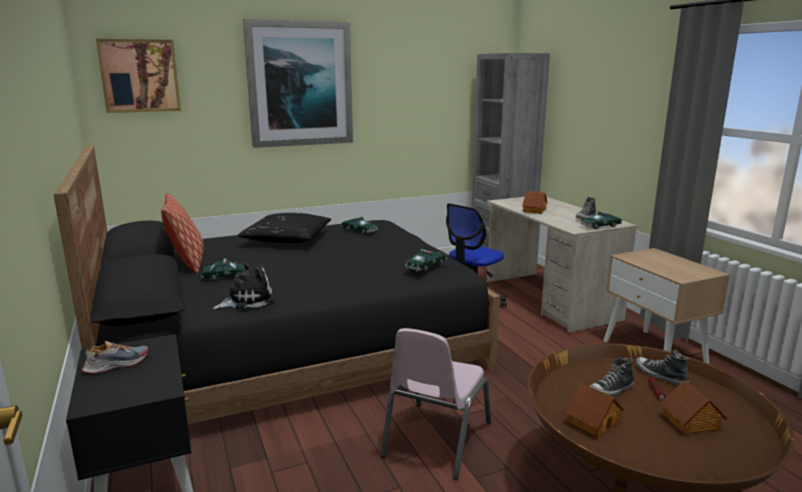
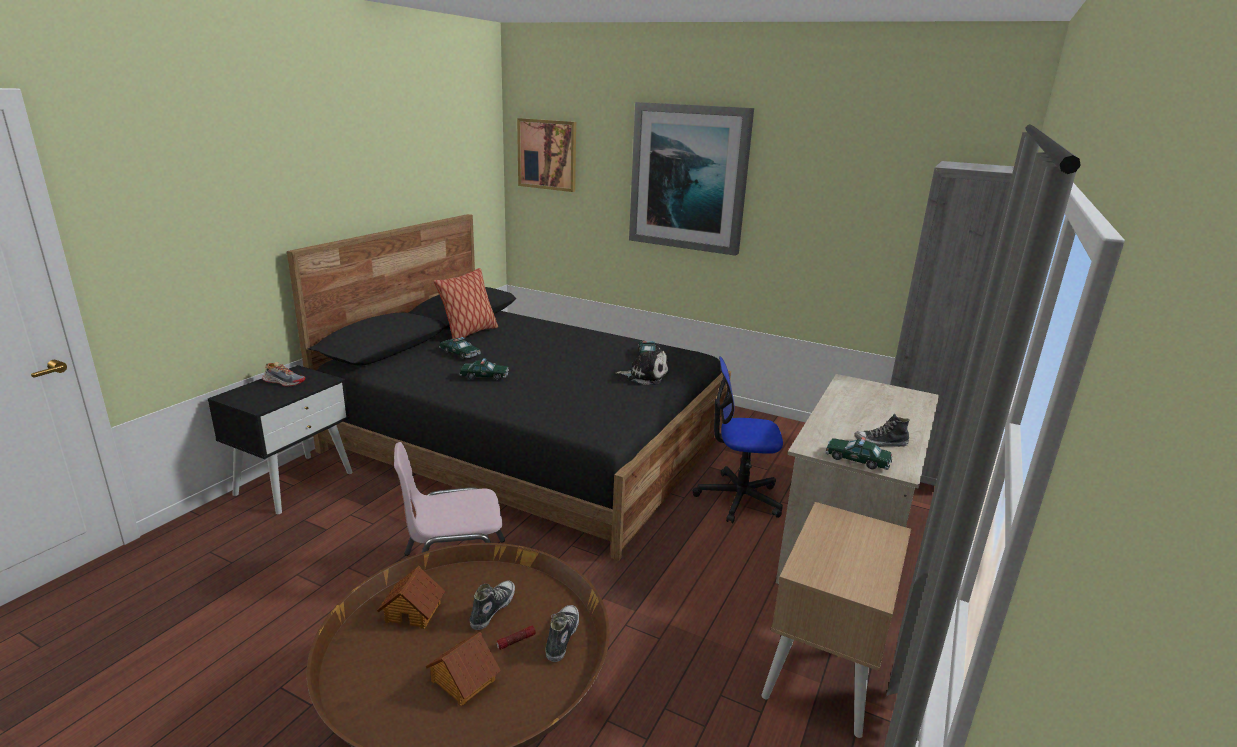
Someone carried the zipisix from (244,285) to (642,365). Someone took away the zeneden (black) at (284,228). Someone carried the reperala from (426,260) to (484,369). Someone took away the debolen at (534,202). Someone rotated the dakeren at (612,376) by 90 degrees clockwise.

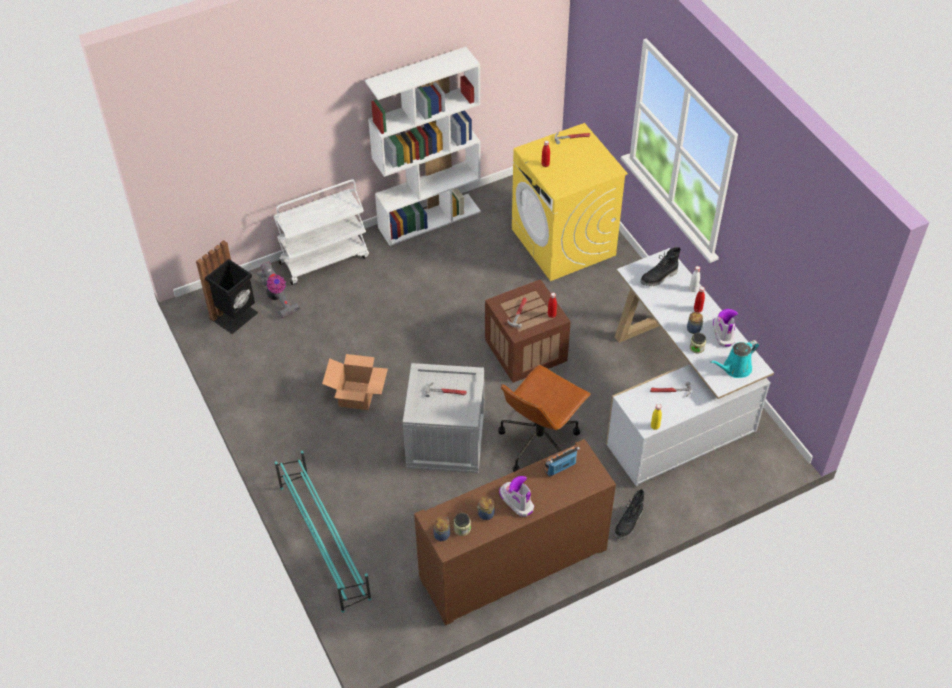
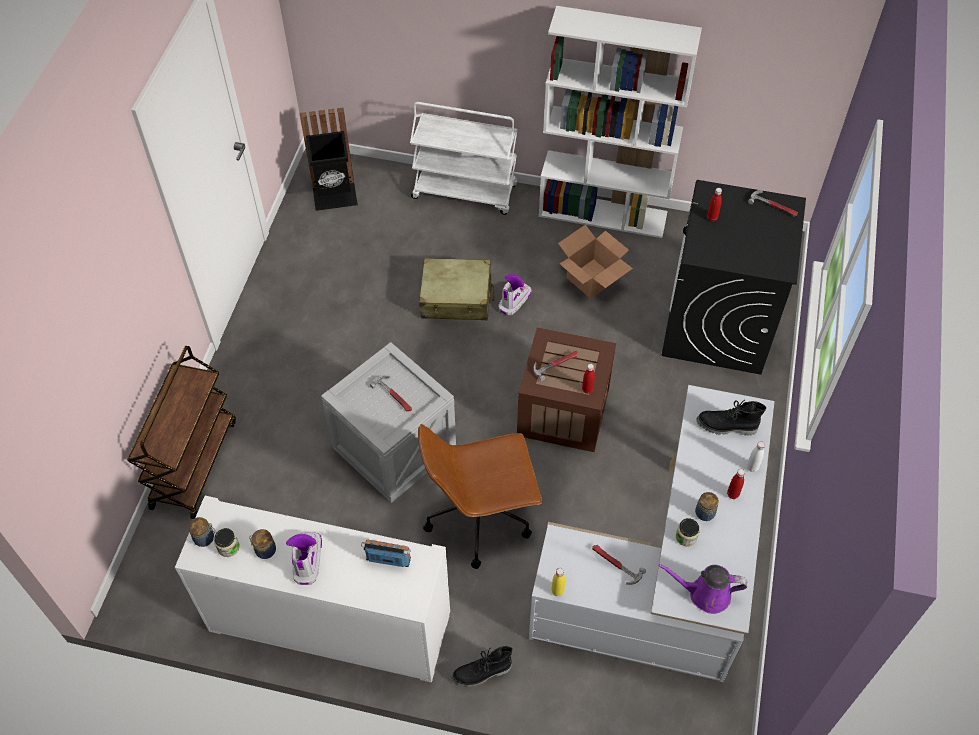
Someone took away the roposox at (278,290). Someone swapped the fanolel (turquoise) at (323,532) for the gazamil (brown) at (181,432). Someone carried the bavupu from (355,382) to (595,261). Someone repainted the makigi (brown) at (515,532), which became the makigi (white) at (312,589). Someone repainted the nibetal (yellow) at (570,202), which became the nibetal (black) at (734,277). Someone repainted the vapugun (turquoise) at (734,359), which became the vapugun (purple) at (702,589). Someone carried the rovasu from (725,328) to (515,294). Someone put down the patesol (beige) at (457,289).

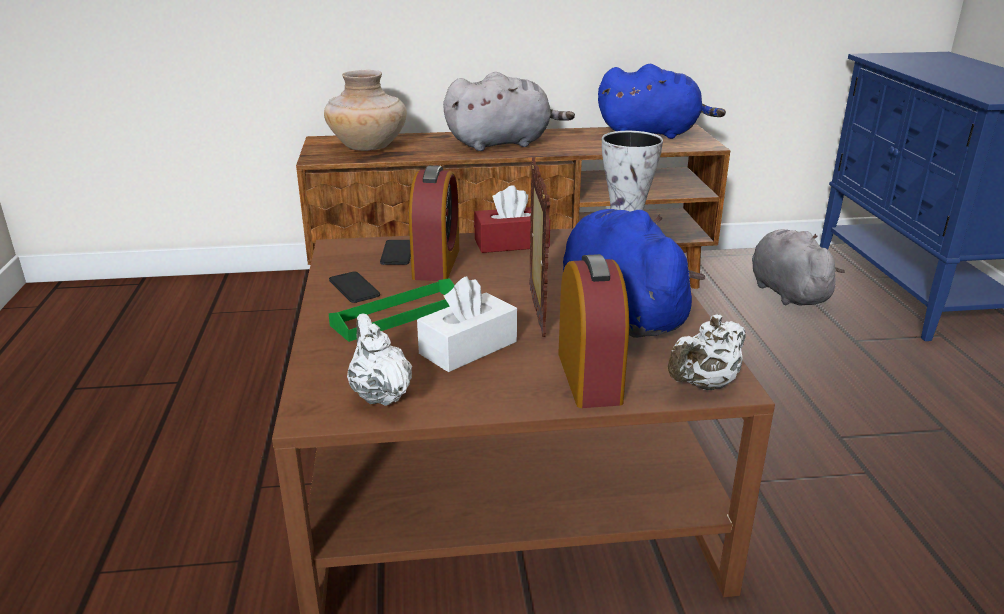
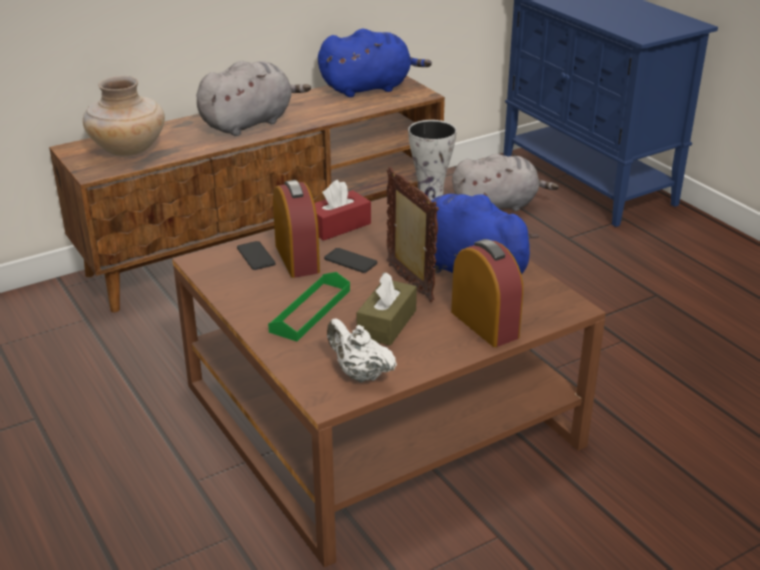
Someone carried the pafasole from (354,287) to (350,260). Someone repainted the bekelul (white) at (467,324), which became the bekelul (brown) at (387,309). Someone took away the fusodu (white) at (707,352). Someone rotated the zipisix (grey) at (798,267) by 120 degrees clockwise.

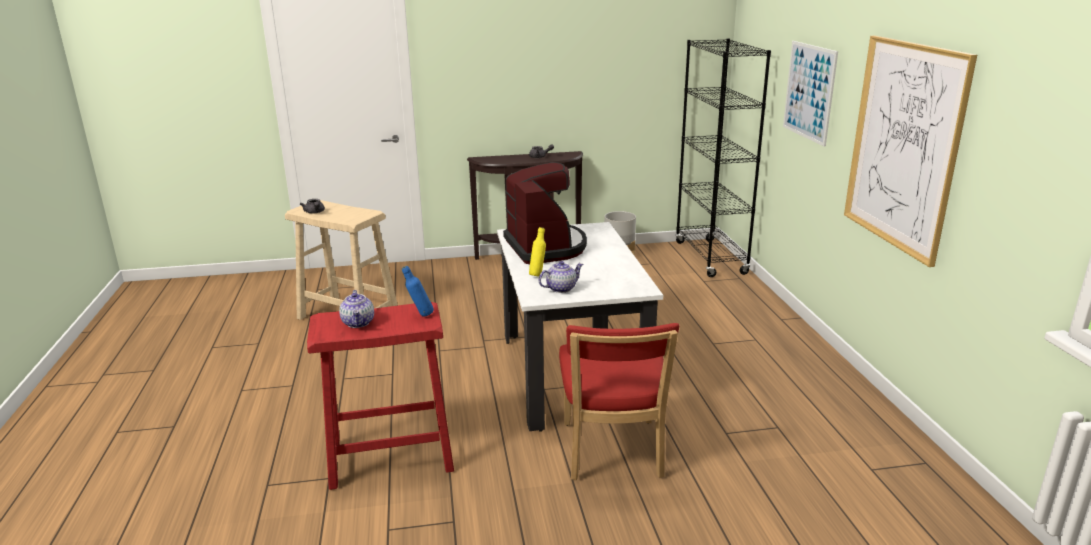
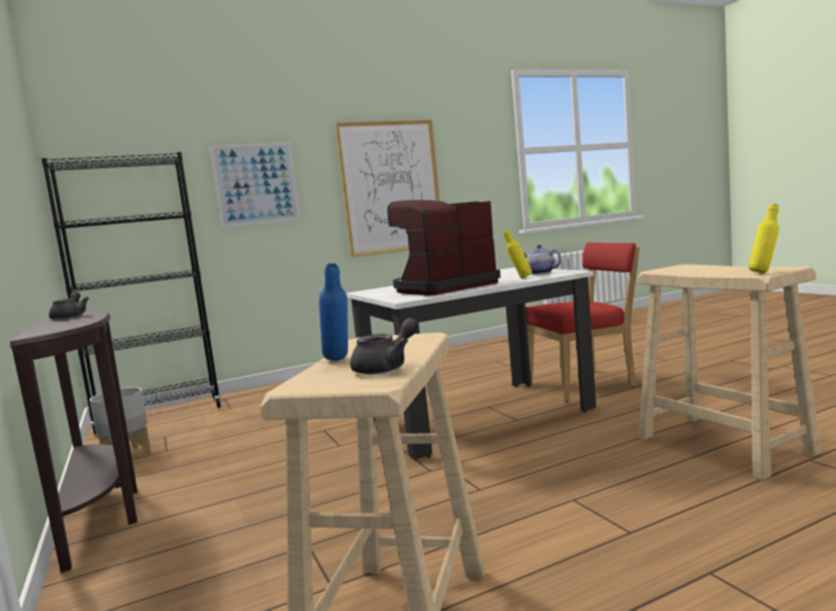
Someone repainted the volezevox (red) at (380,396), which became the volezevox (beige) at (729,372). Someone took away the fusodu at (356,309). Someone carried the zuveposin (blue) from (418,291) to (333,312). Someone put down the zuveposin (yellow) at (763,238).

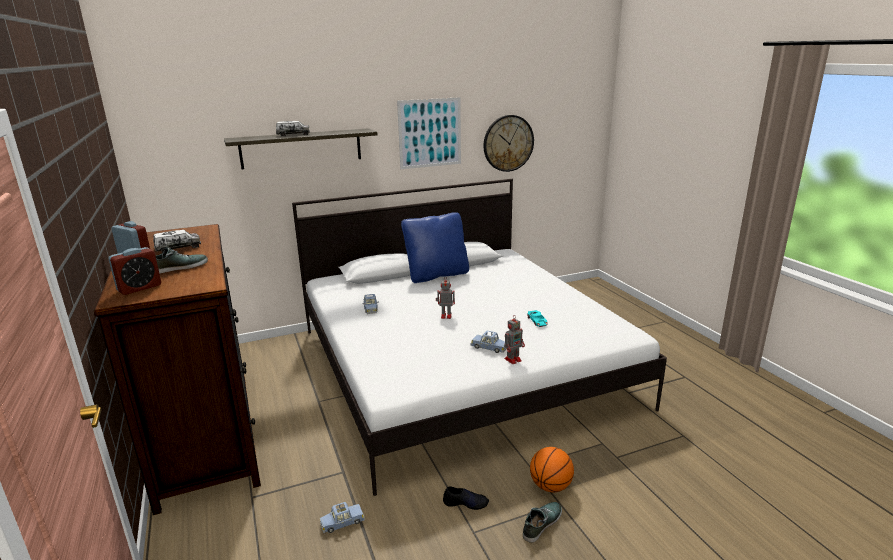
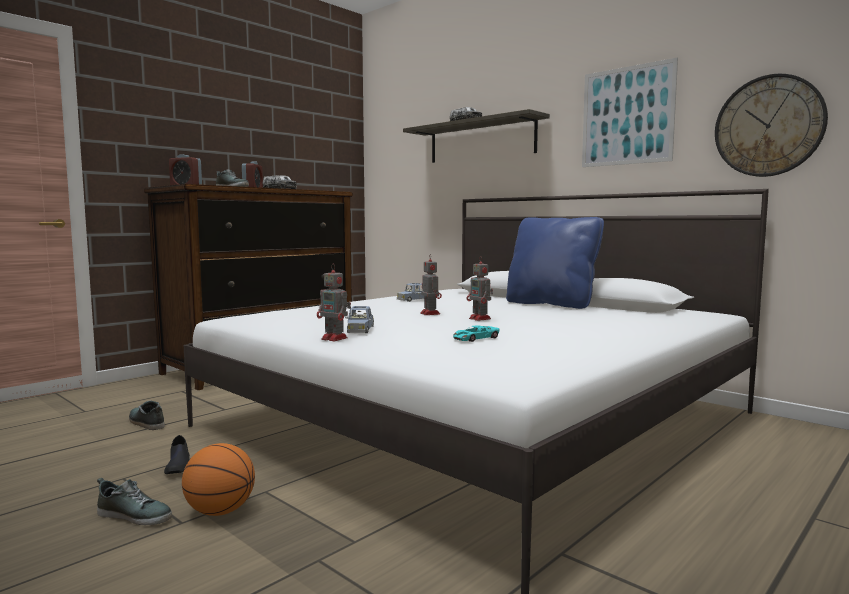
Someone swapped the reperala (blue) at (342,517) for the dakeren at (147,415). Someone put down the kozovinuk at (480,288).

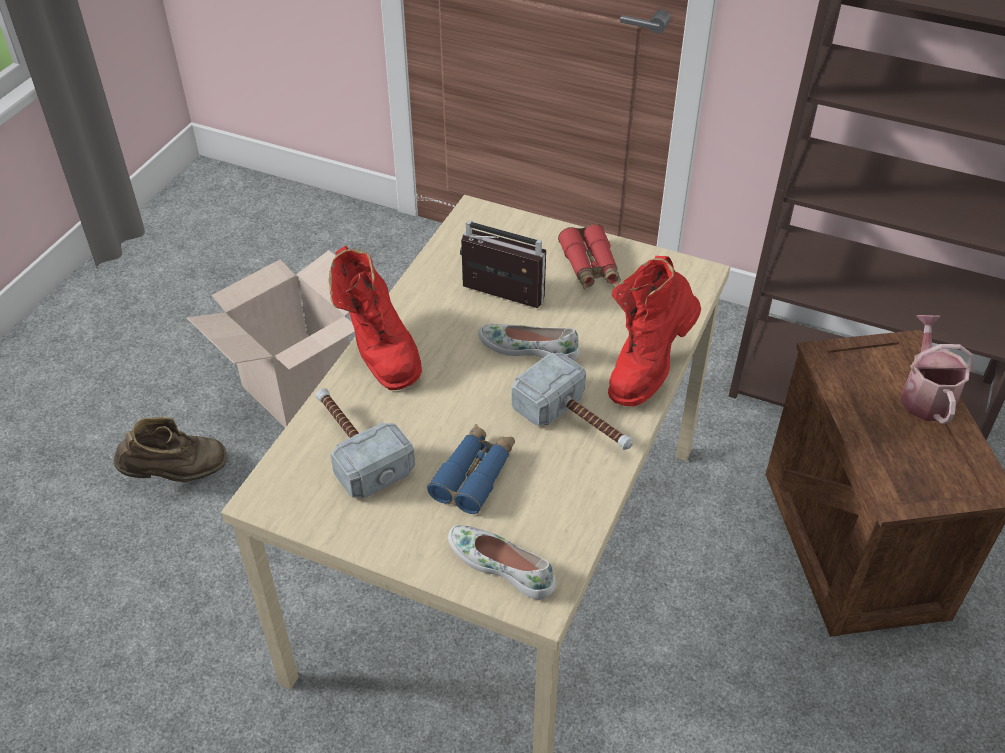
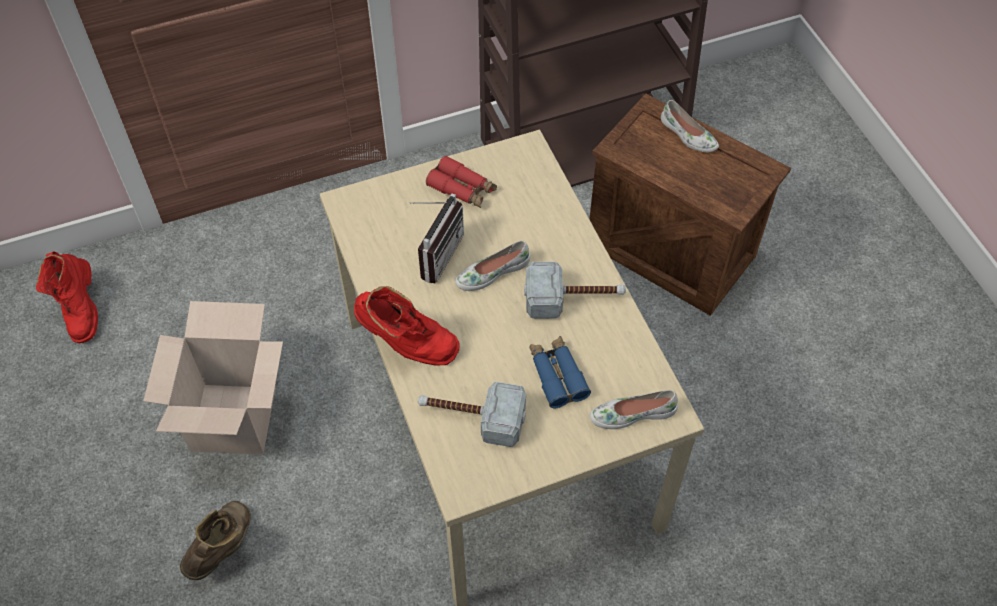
Someone rotated the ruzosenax at (503,264) by 135 degrees clockwise. Someone carried the rovasu (red) from (654,331) to (67,297). Someone swapped the vapugun at (937,369) for the dakeren (white) at (690,126).

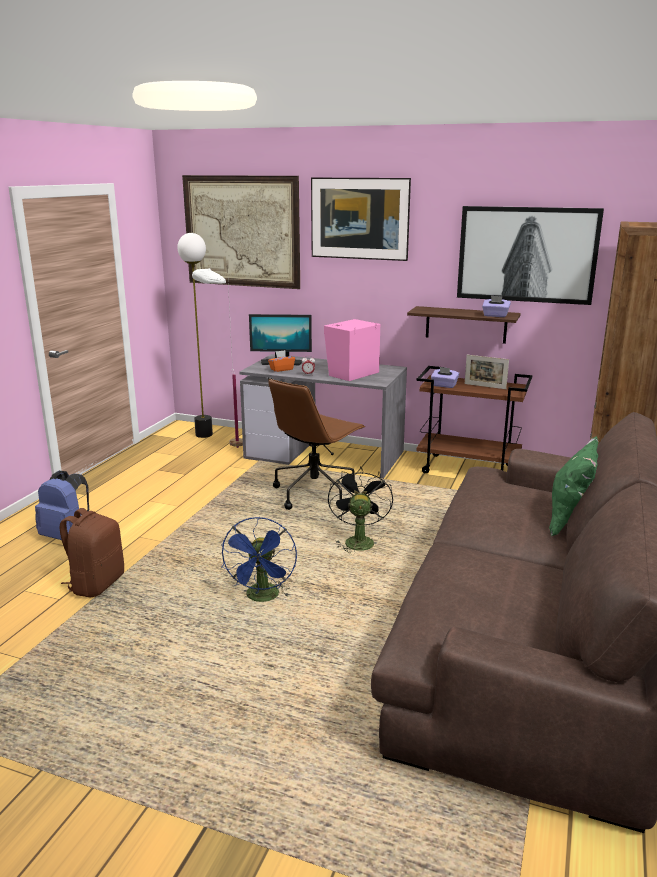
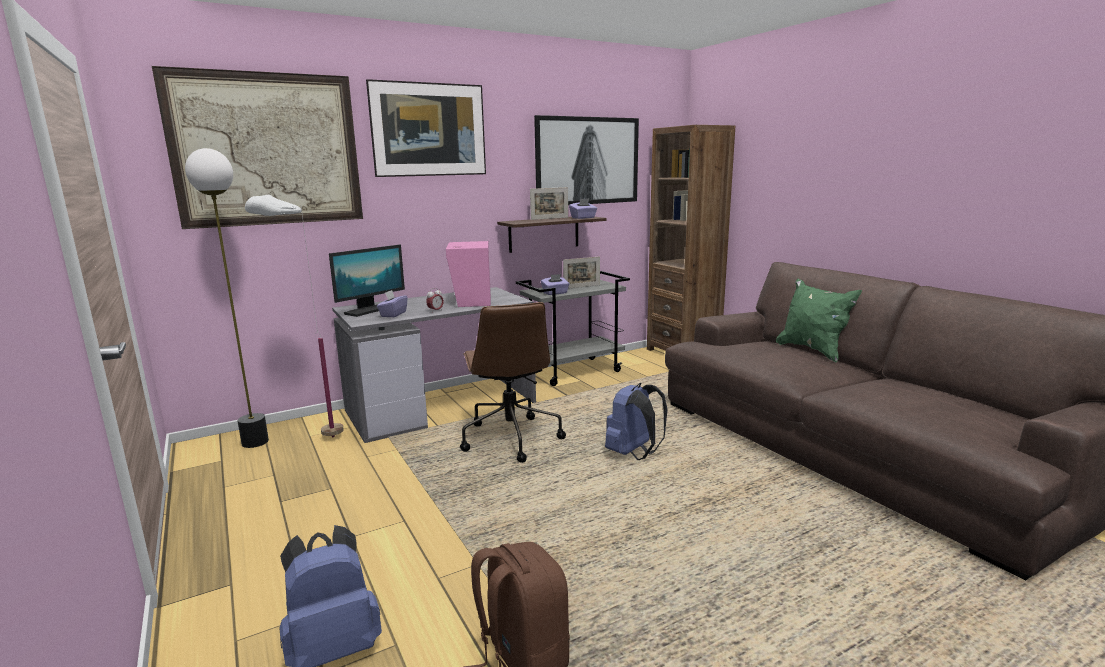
Someone took away the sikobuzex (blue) at (259,559). Someone repainted the bekelul (orange) at (281,361), which became the bekelul (purple) at (392,303). Someone swapped the sikobuzex (black) at (360,510) for the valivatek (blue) at (636,421). Someone repainted the gazamil (brown) at (474,420), which became the gazamil (grey) at (573,328). Someone put down the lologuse at (549,203).

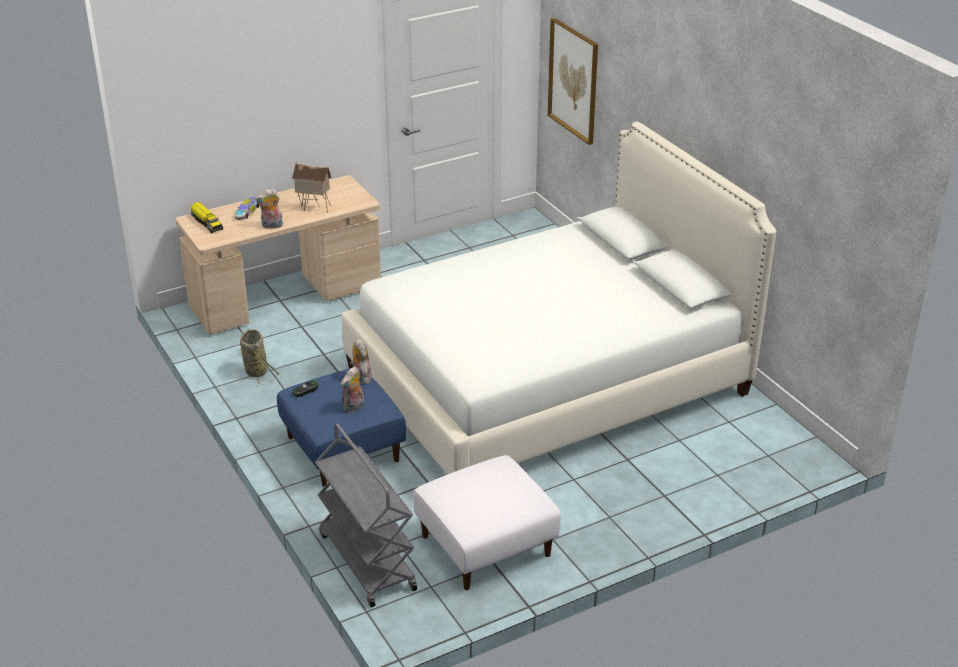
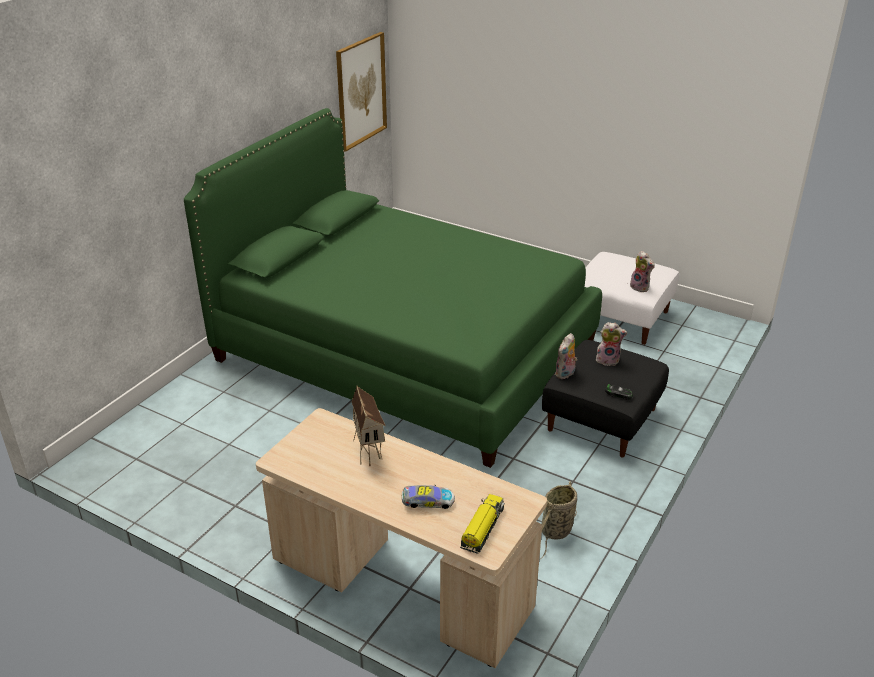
Someone carried the zipisix from (269,209) to (642,271). Someone repainted the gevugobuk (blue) at (341,427), which became the gevugobuk (black) at (605,399). Someone took away the gazamil (grey) at (366,516). Someone repainted the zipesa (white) at (559,298), which became the zipesa (green) at (393,288). Someone carried the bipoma from (573,81) to (361,92).

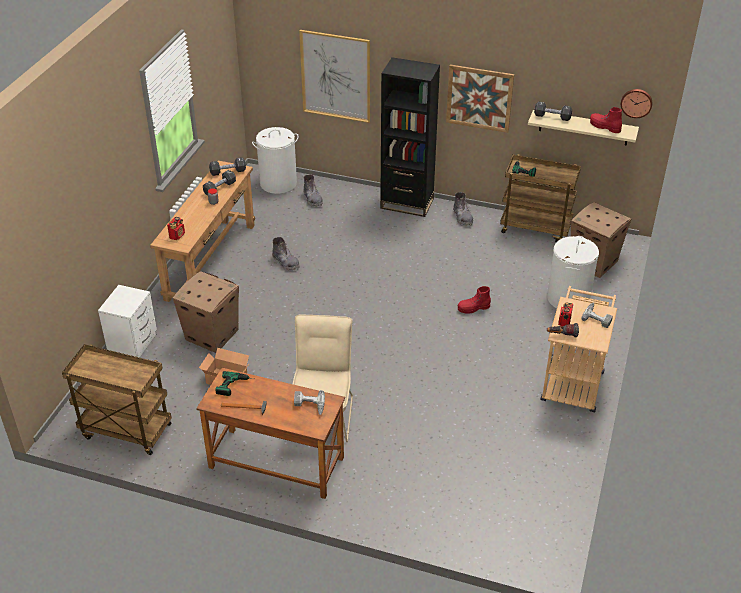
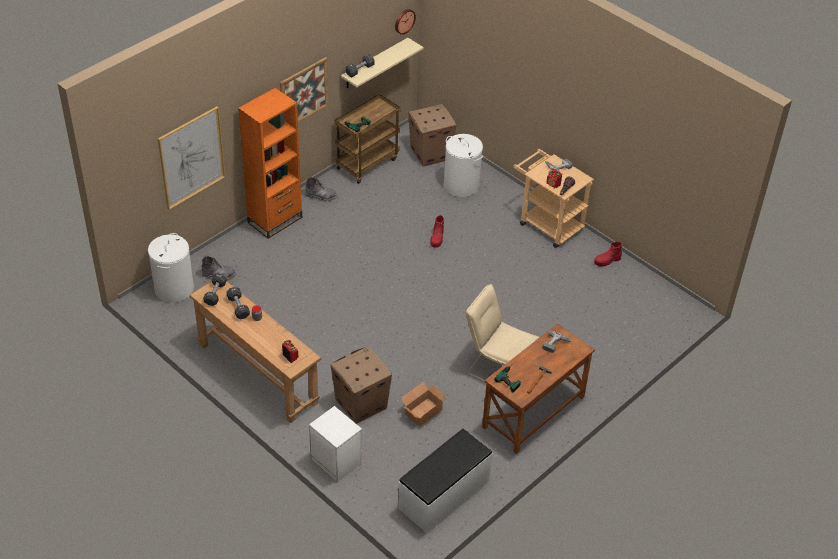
Someone swapped the gazamil (brown) at (117,399) for the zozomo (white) at (445,481). Someone took away the rovasu (grey) at (286,253). Someone repainted the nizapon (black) at (410,137), which became the nizapon (orange) at (270,163). Someone carried the rovasu (red) from (606,120) to (608,253).

